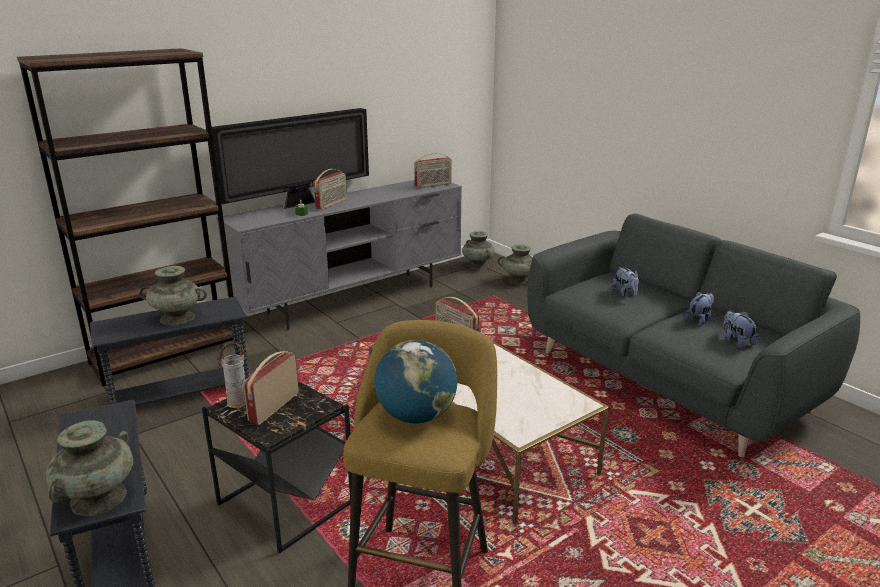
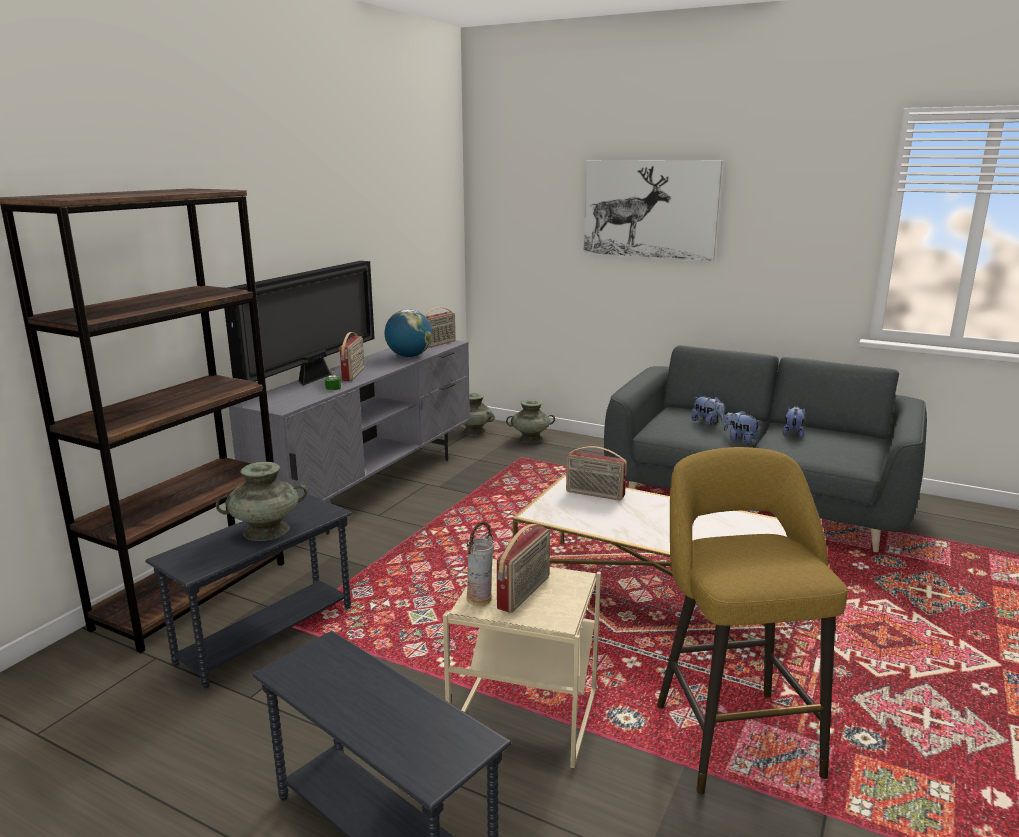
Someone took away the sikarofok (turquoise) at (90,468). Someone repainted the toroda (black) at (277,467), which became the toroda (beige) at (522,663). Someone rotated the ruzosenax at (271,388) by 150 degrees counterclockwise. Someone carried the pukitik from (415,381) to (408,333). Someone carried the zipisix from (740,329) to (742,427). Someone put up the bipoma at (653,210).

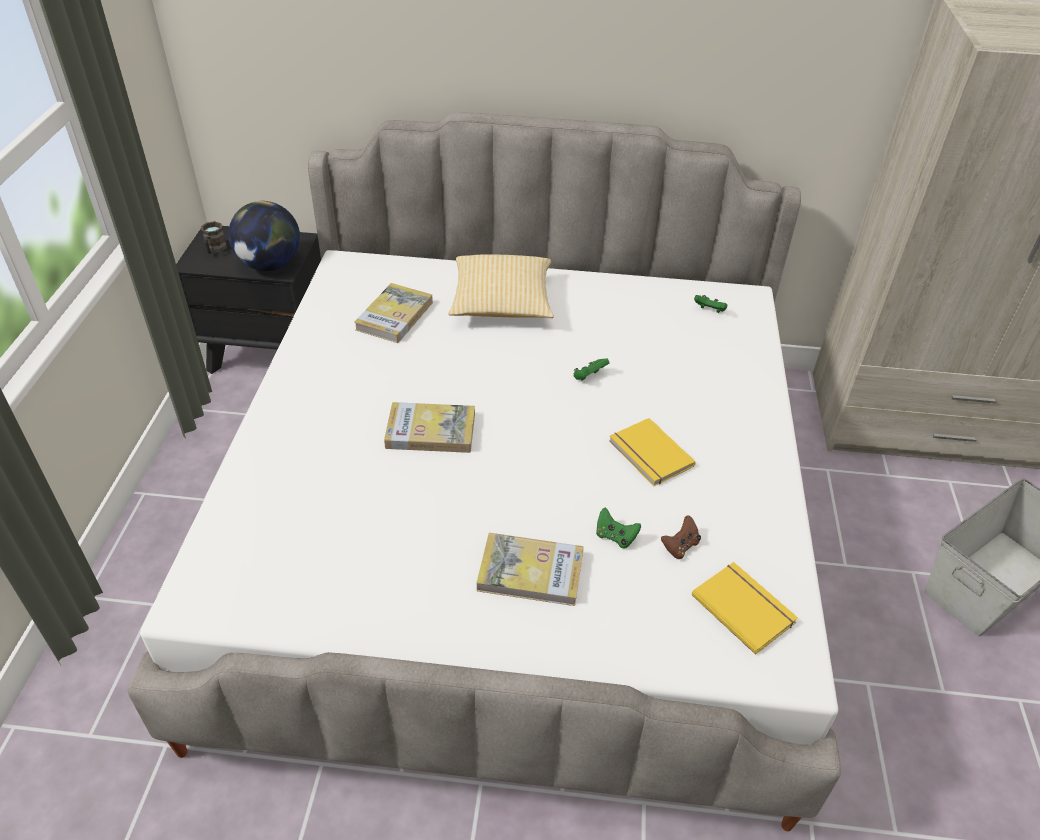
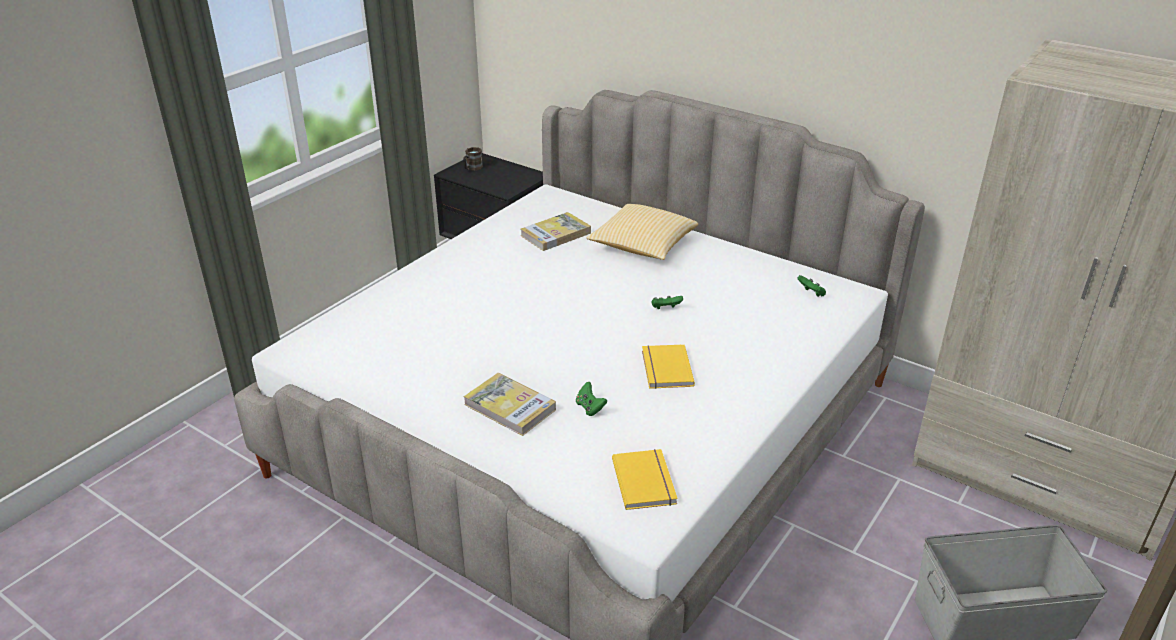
Someone took away the pukitik at (264,236). Someone took away the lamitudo at (429,427). Someone took away the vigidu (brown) at (681,537).

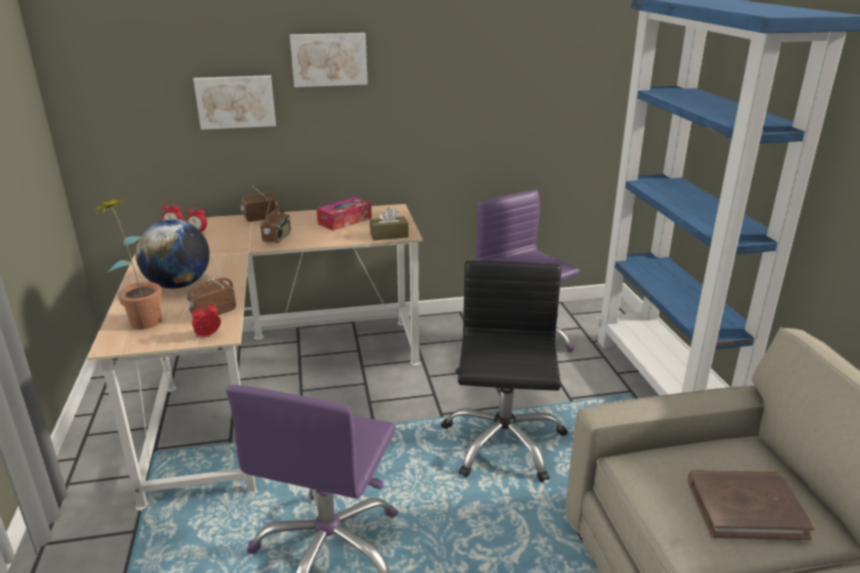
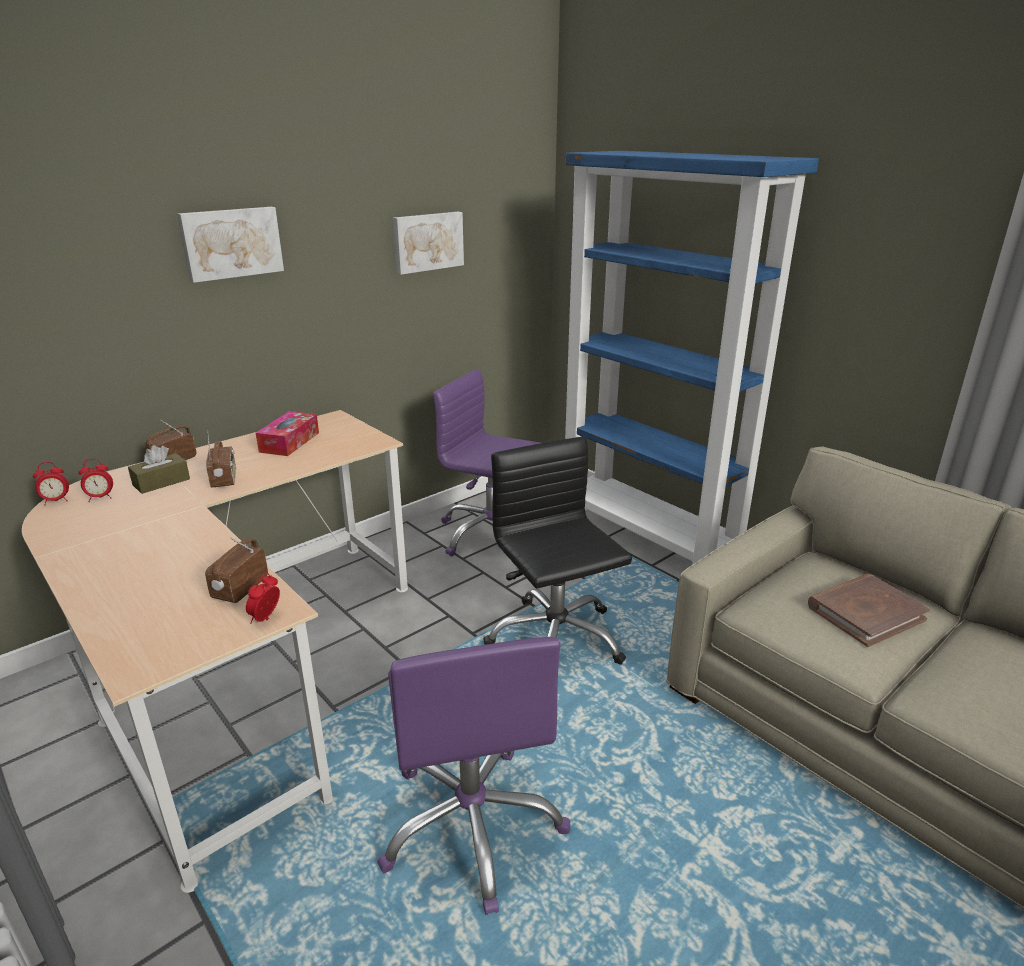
Someone took away the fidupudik at (127,263). Someone took away the pukitik at (172,254). Someone carried the bipoma from (234,102) to (428,243). Someone carried the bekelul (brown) from (389,224) to (159,469).

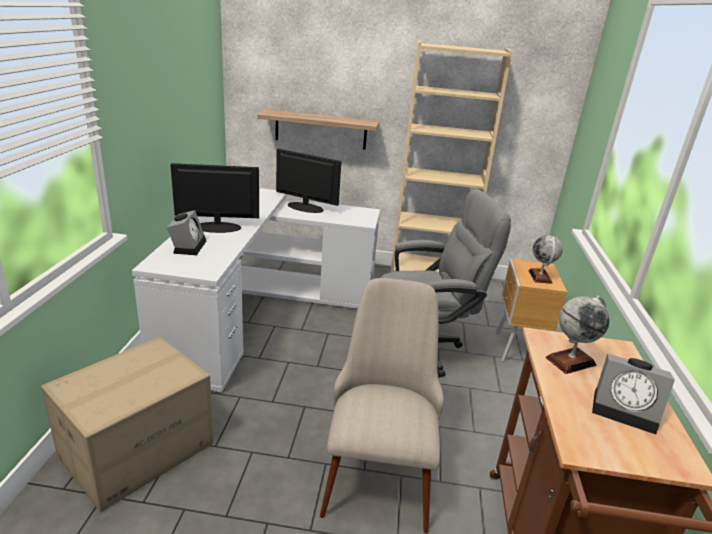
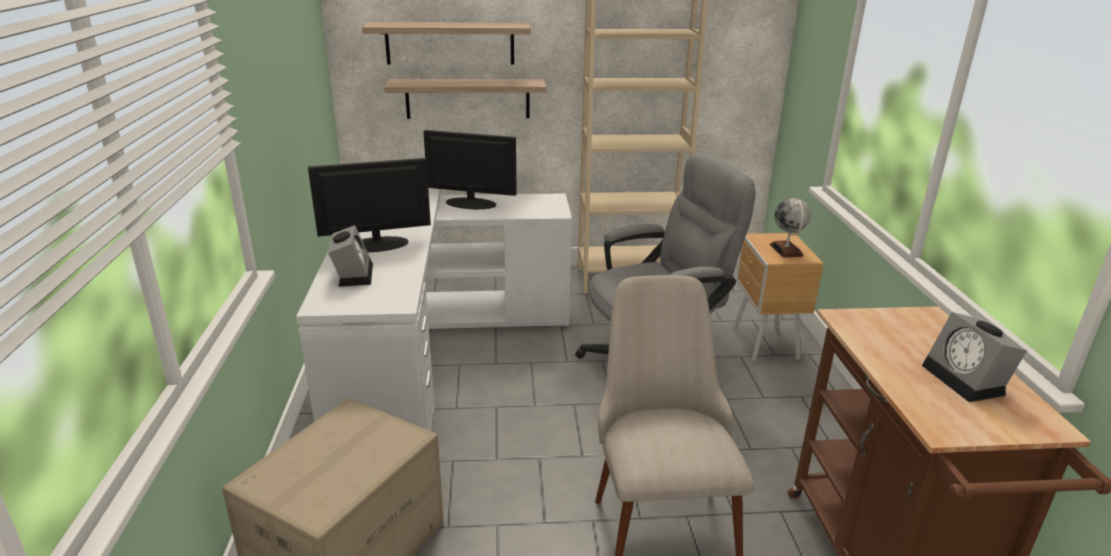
Someone took away the pukitik at (577,334). Someone rotated the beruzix at (633,394) by 60 degrees clockwise. Someone put up the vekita at (446,43).

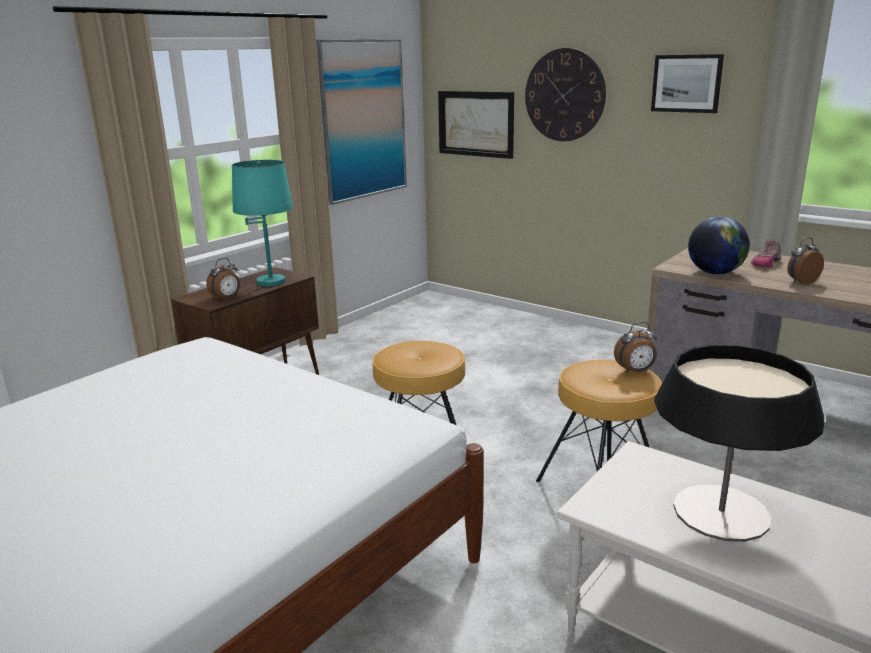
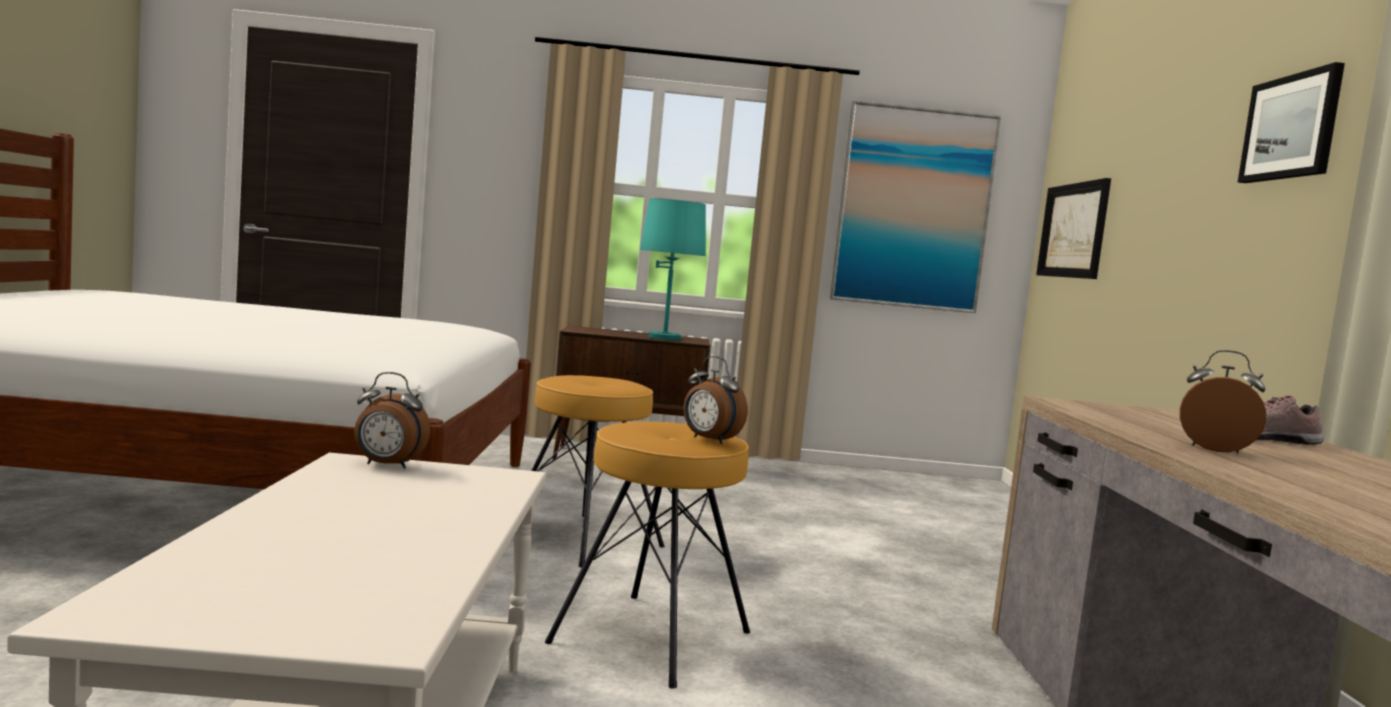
Someone carried the beruzix from (223,279) to (392,420). Someone took away the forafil at (565,94). Someone took away the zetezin at (739,443). Someone took away the pukitik at (719,245).

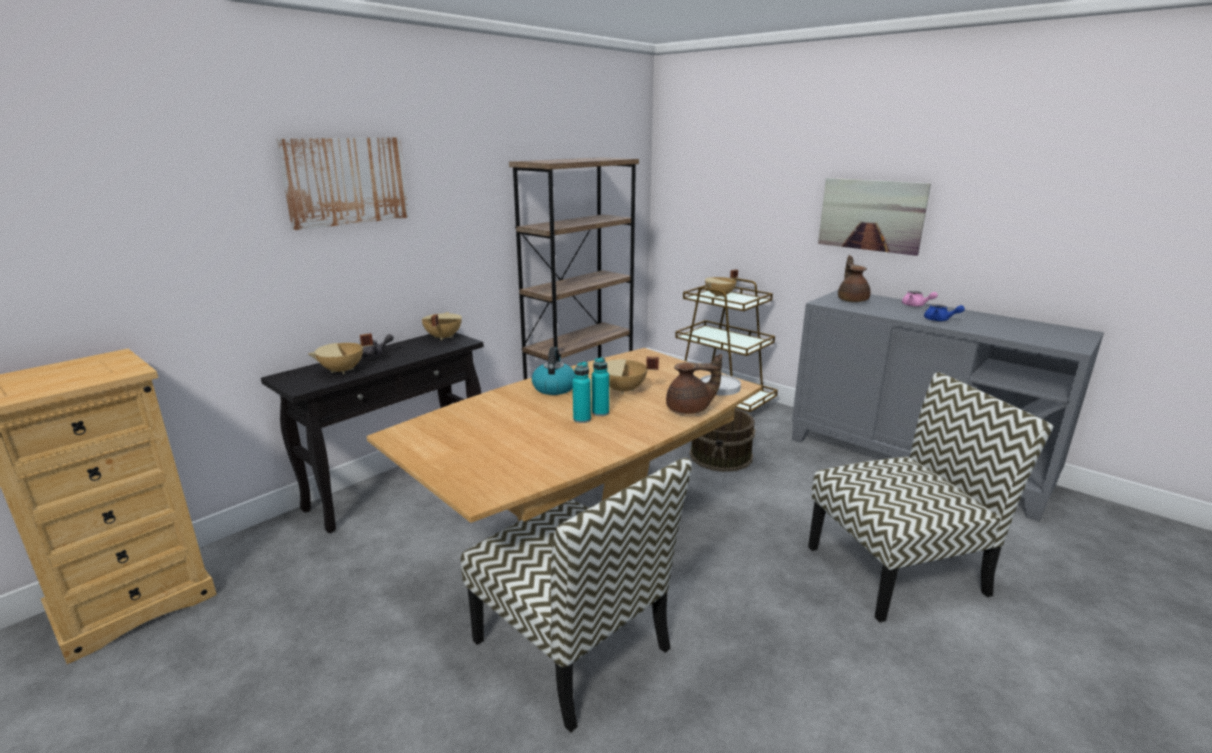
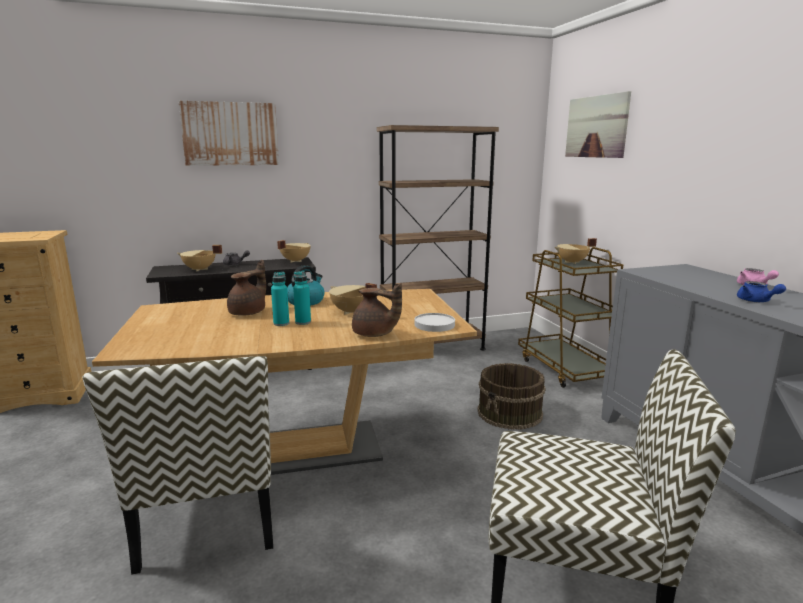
Someone carried the bipoma from (874,217) to (598,124). Someone carried the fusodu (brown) from (854,278) to (246,287).

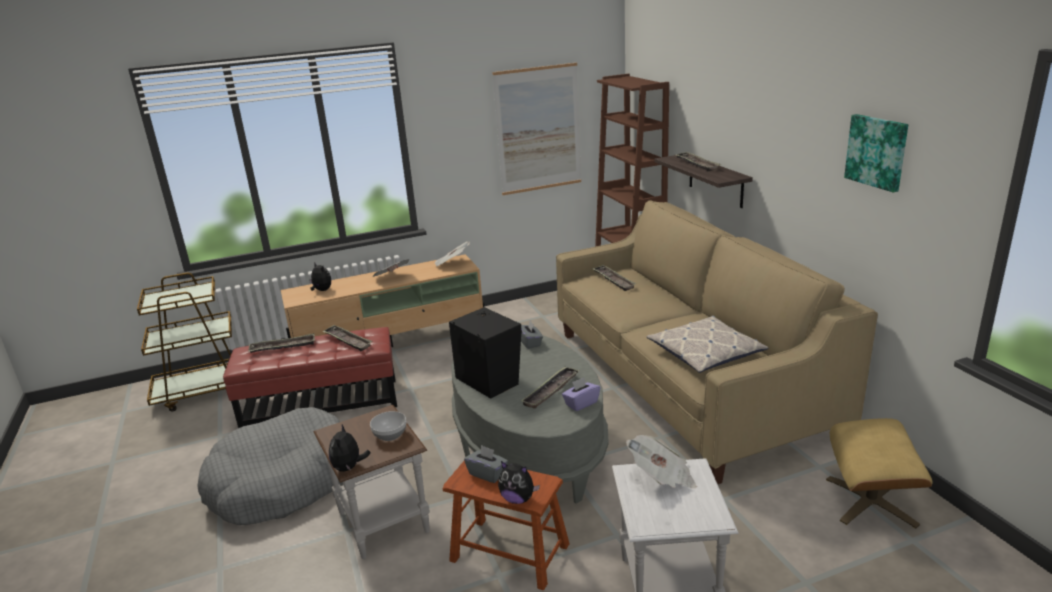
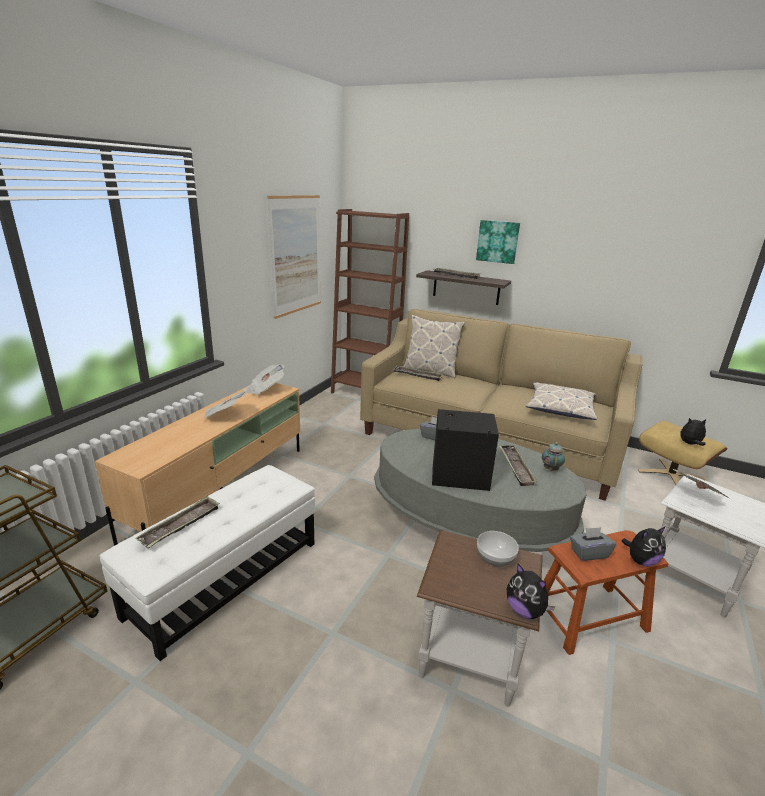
Someone took away the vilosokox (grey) at (270,466). Someone repainted the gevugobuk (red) at (310,377), which became the gevugobuk (white) at (207,563). Someone carried the zipisix from (320,277) to (693,432). Someone took away the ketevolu at (347,338). Someone swapped the bekelul (purple) at (581,394) for the fusodu at (553,456). Someone carried the bipoma from (876,153) to (498,242). Someone put down the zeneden at (434,347).

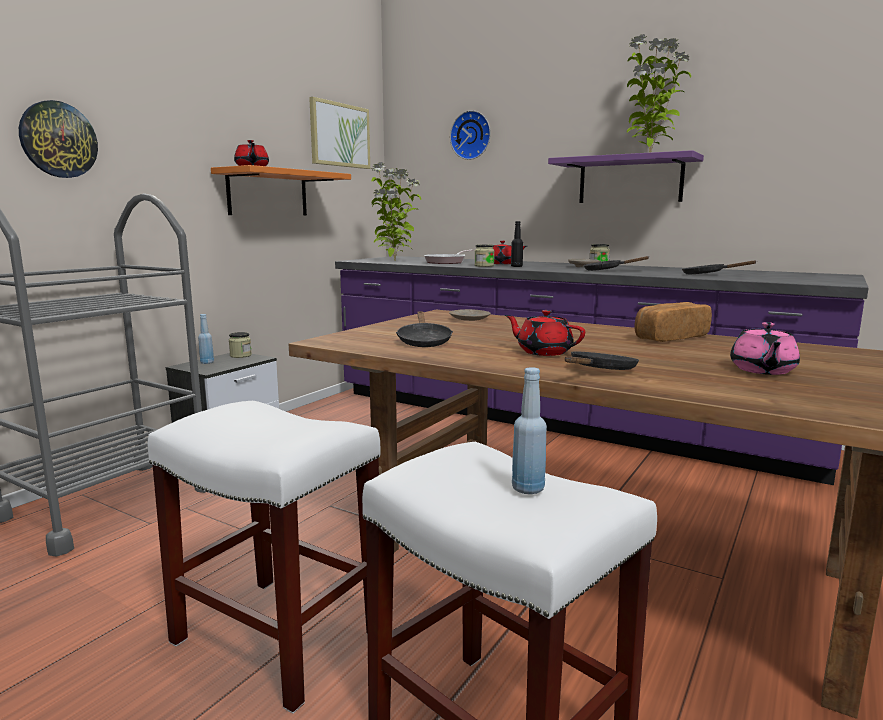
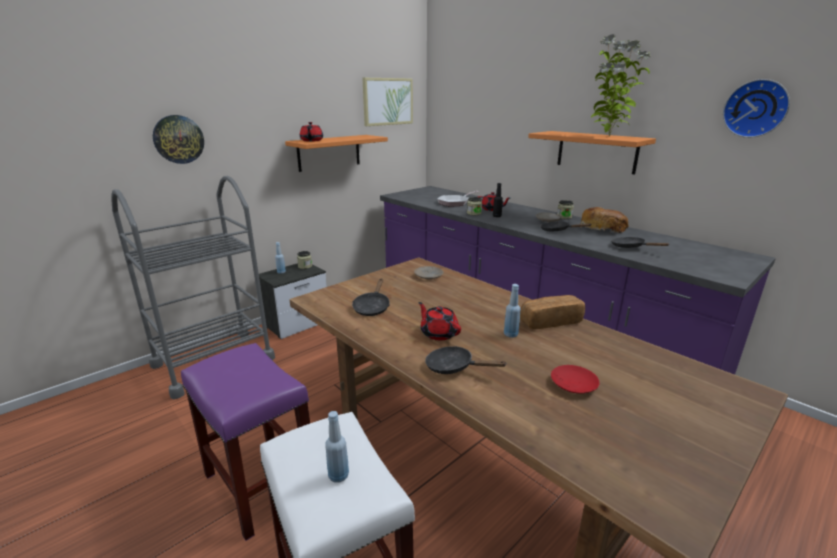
Someone repainted the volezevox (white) at (264,557), which became the volezevox (purple) at (245,442). Someone took away the fidupudik at (396,211). Someone carried the forafil from (470,135) to (756,108). Someone repainted the vekita (purple) at (626,176), which became the vekita (orange) at (592,153). Someone rotated the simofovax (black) at (602,360) by 120 degrees counterclockwise. Someone swapped the fusodu (pink) at (765,348) for the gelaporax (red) at (575,379). Someone put down the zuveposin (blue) at (512,311). Someone put down the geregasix at (604,220).

